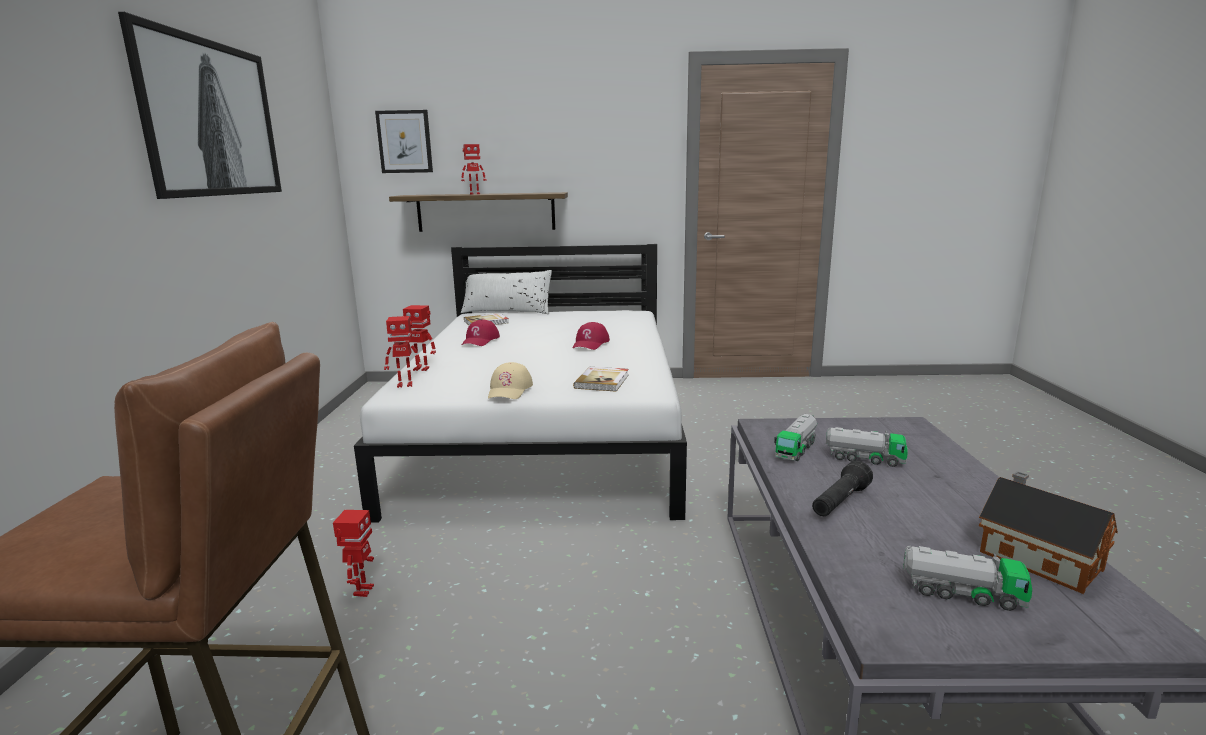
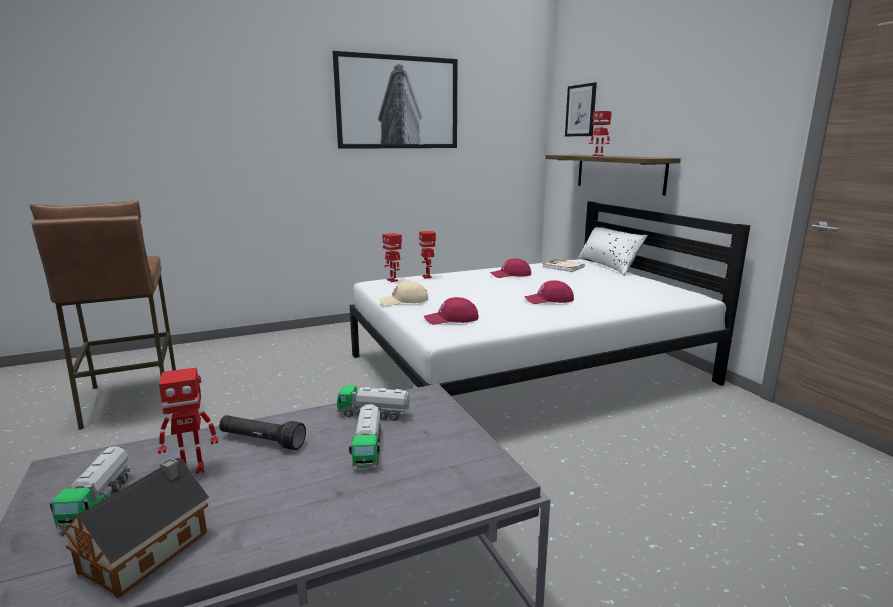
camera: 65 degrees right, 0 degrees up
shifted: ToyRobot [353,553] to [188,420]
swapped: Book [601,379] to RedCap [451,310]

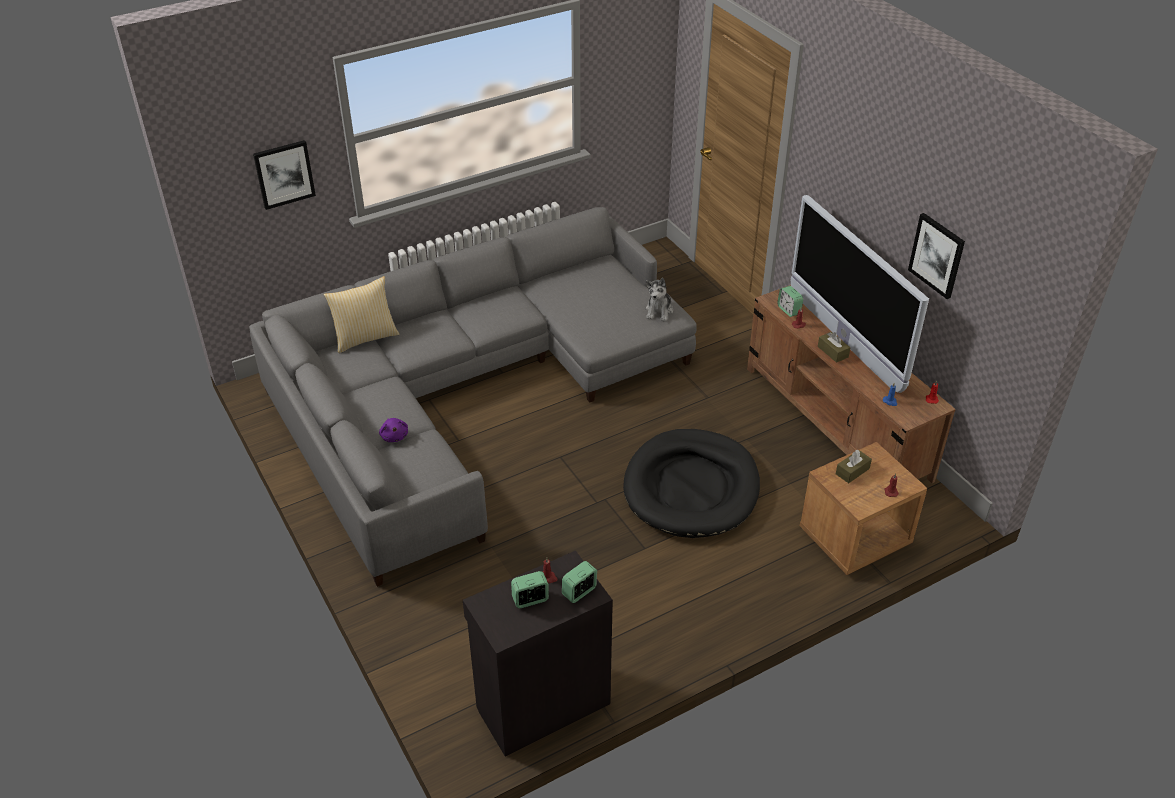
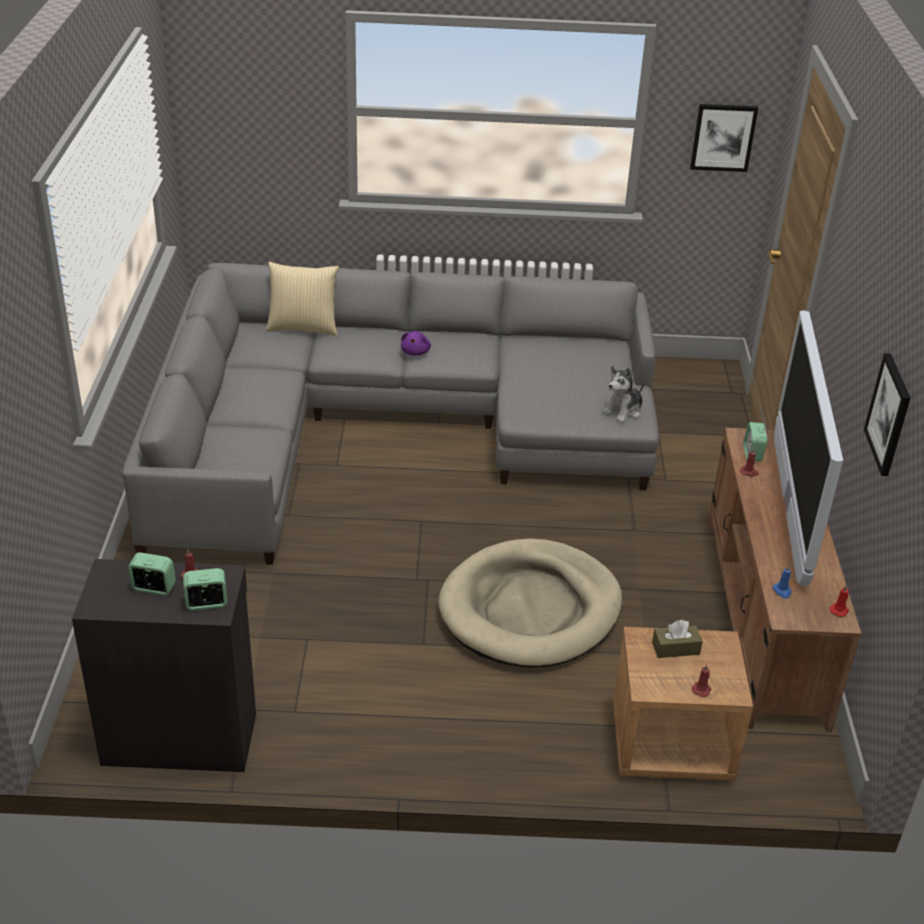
camera: 30 degrees right, 5 degrees down
gone: BrownTissueBox [834,347]
shifted: PurplePlushToy [393,430] to [416,343]; Picture [284,175] to [724,138]
repainted: BlackDogBed [691,483] to BeigeDogBed [530,603]

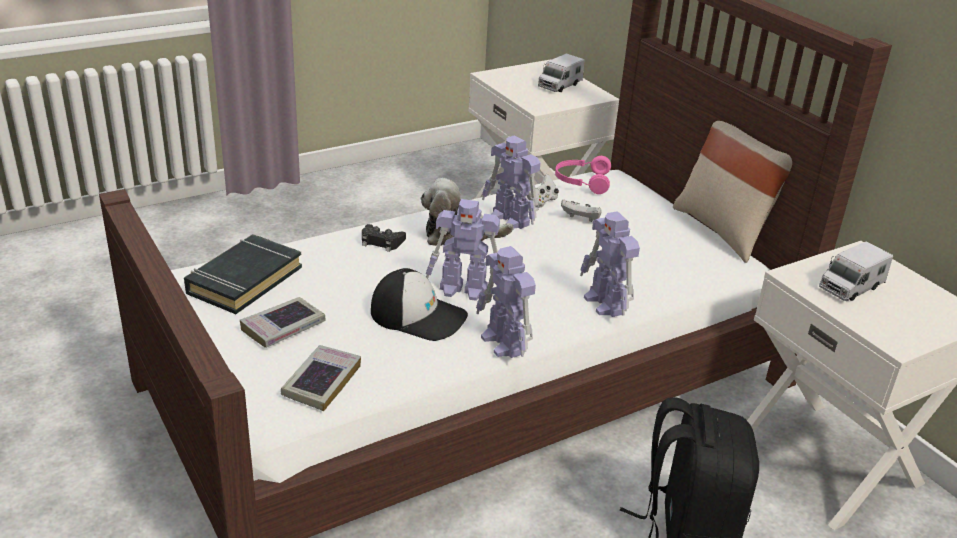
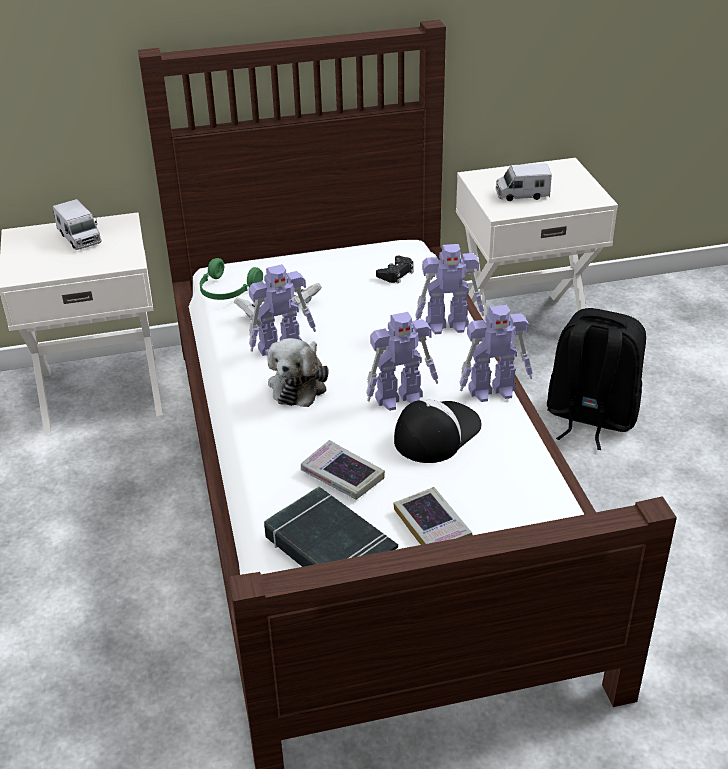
camera: 70 degrees left, 5 degrees up
gone: BeigePillow [732,192]
shifted: Book [321,378] to [343,469]; BlackGameController [384,238] to [395,270]
repainted: PinkHeadphones [583,175] to GreenHeadphones [231,279]
rotated: ToyRobot [463,250] = [402,361] 45 degrees clockwise; ToyTruck [856,271] = [523,182] 105 degrees clockwise

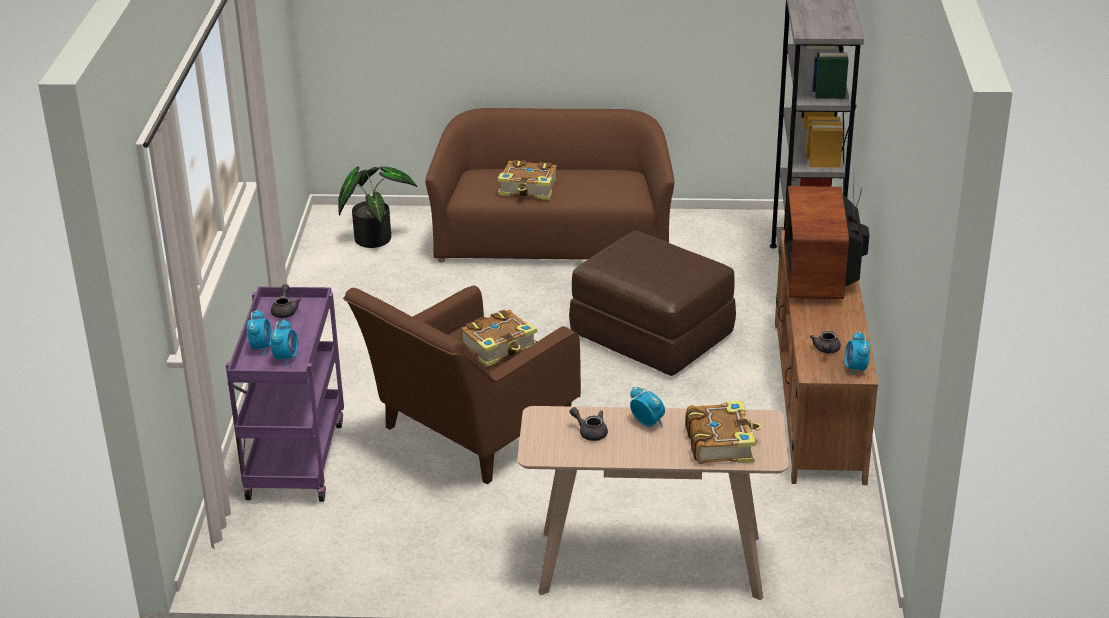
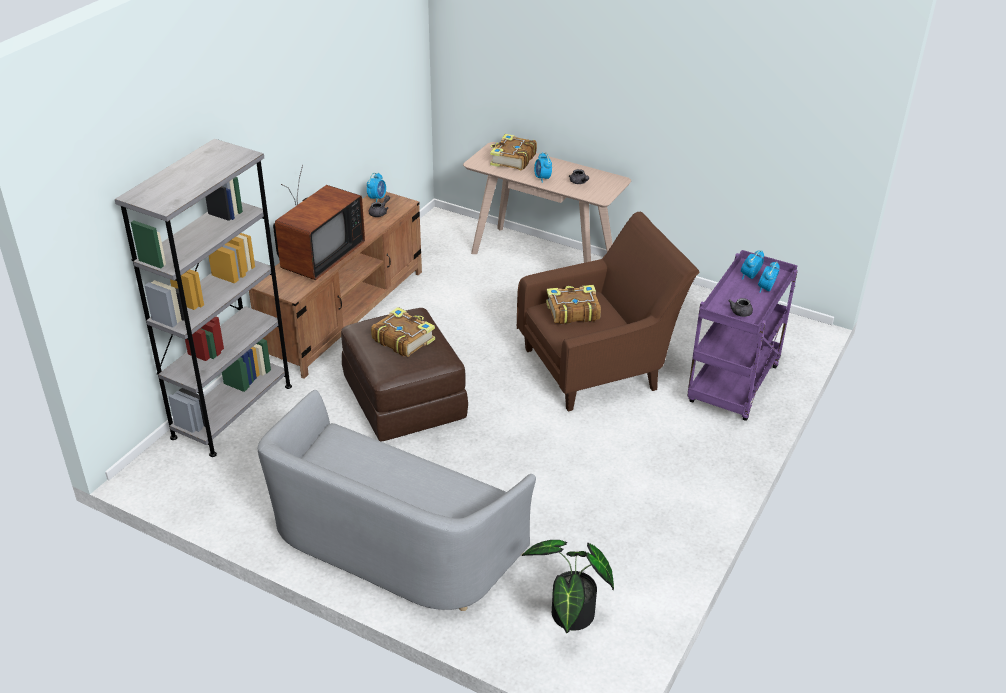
camera: 155 degrees left, 5 degrees up
shifted: Book [527,180] to [403,332]
repainted: BrownSofa [549,185] to GreySofa [397,500]

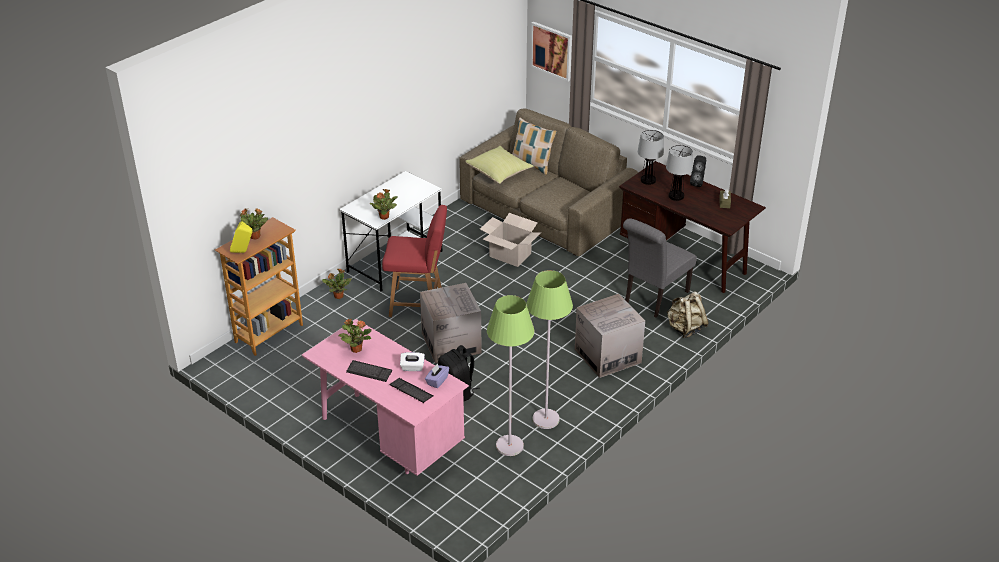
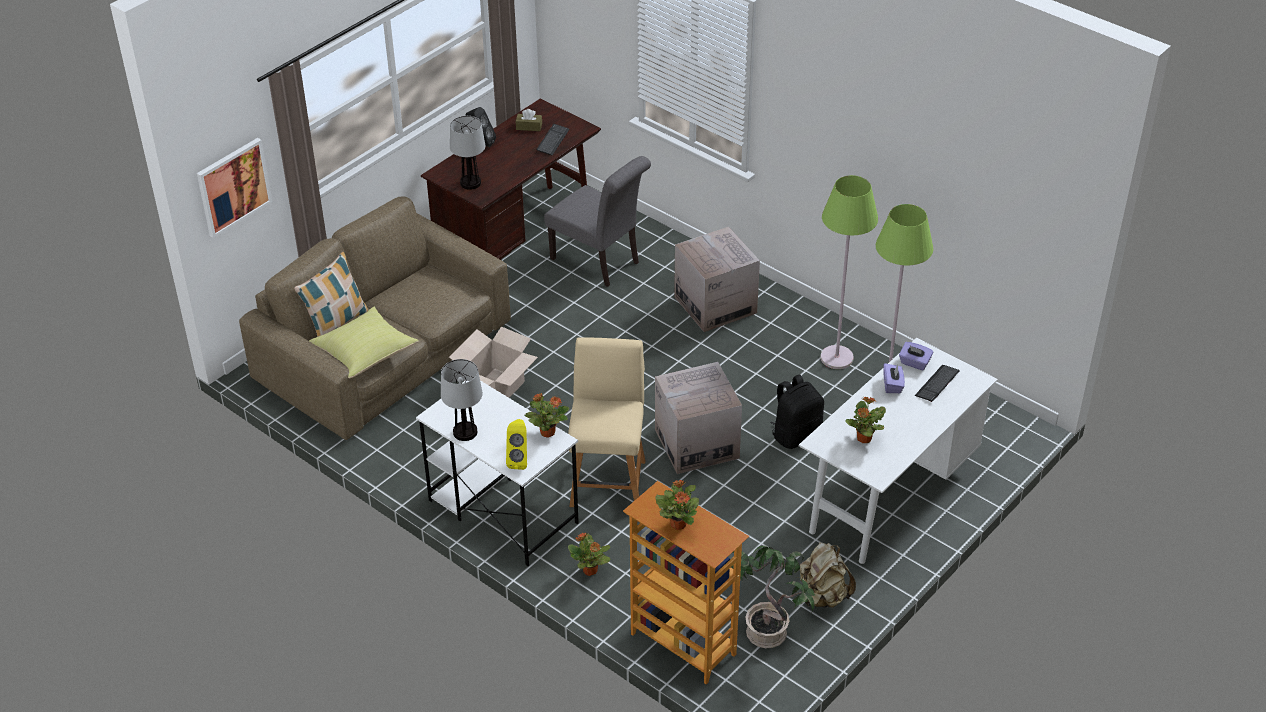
camera: 90 degrees left, 5 degrees up
new: PottedPlant [773,597]
shifted: TableLamp [679,173] to [462,400]; YellowSpeaker [241,237] to [516,444]; Keyboard [369,371] to [552,140]; BeigeBackpack [687,314] to [828,575]
repainted: RedChair [414,261] to BeigeChair [606,422]; PinkDesk [385,397] to WhiteDesk [898,451]; WhiteTissueBox [412,361] to PurpleTissueBox [894,378]

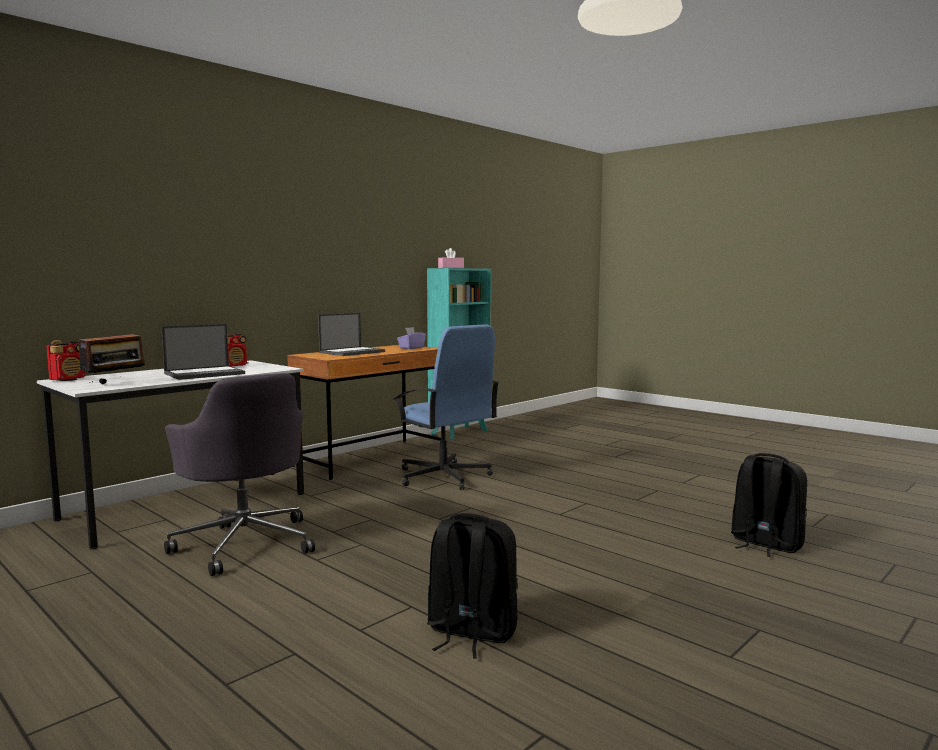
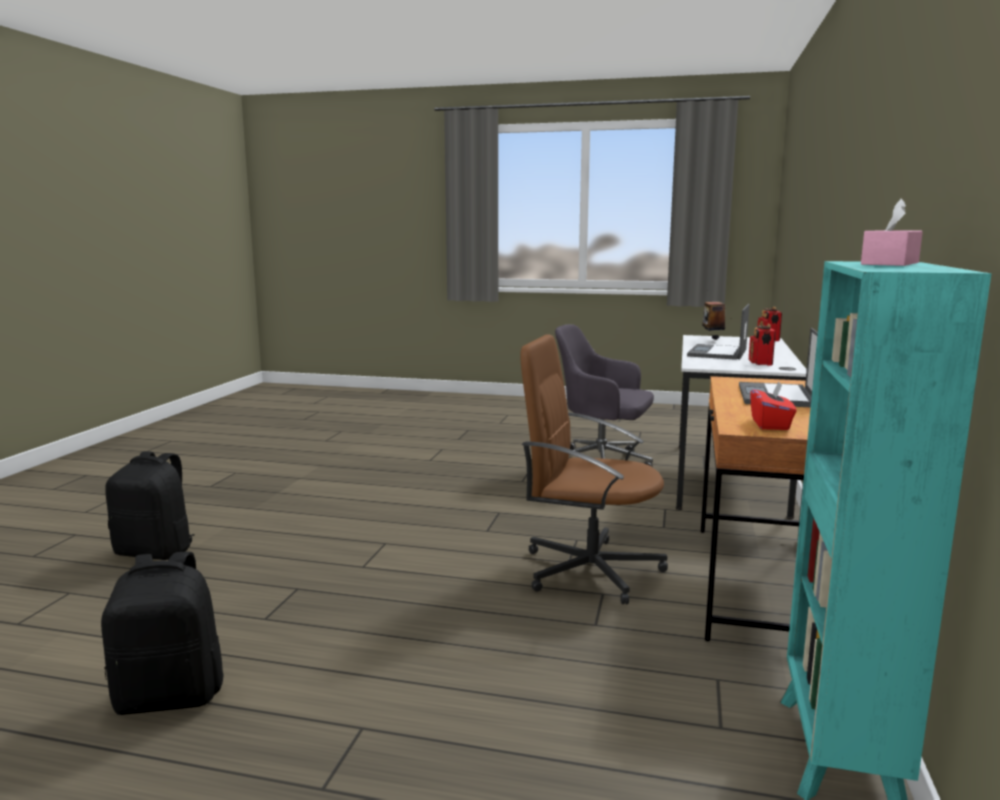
camera: 150 degrees right, 5 degrees up
shifted: BlackBackpack [472,586] to [162,633]
repainted: BlueOfficeChair [446,407] to BrownOfficeChair [594,469]; PurpleTissueBox [411,338] to RedTissueBox [773,405]

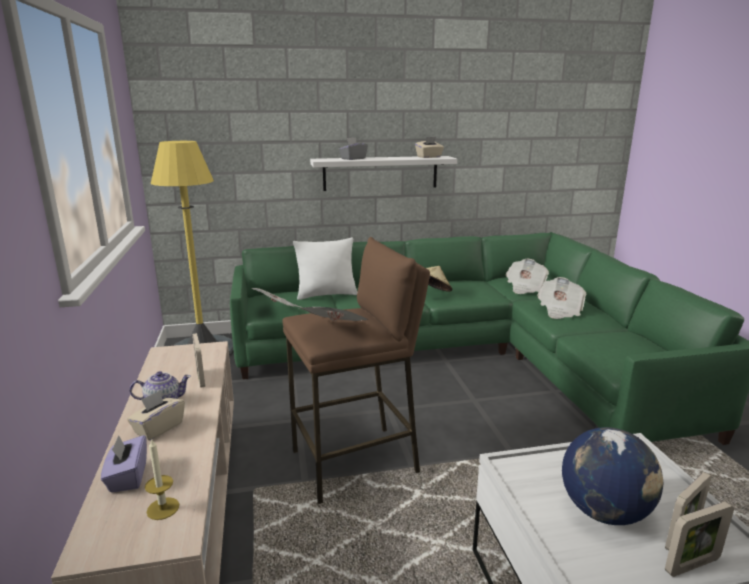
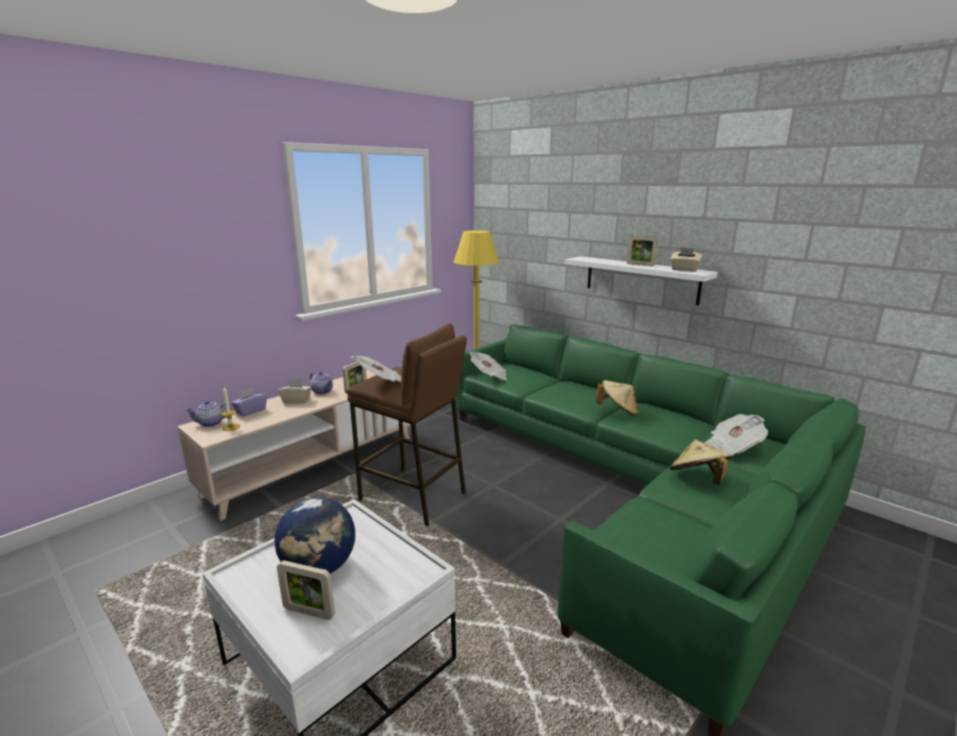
camera: 55 degrees right, 0 degrees up
gone: WhitePillow [325,268]; GreyTissueBox [353,148]
new: Teapot [208,414]
shifted: PictureFrame [699,539] to [642,251]
swapped: Newspaper [561,298] to BeigeHat [701,462]

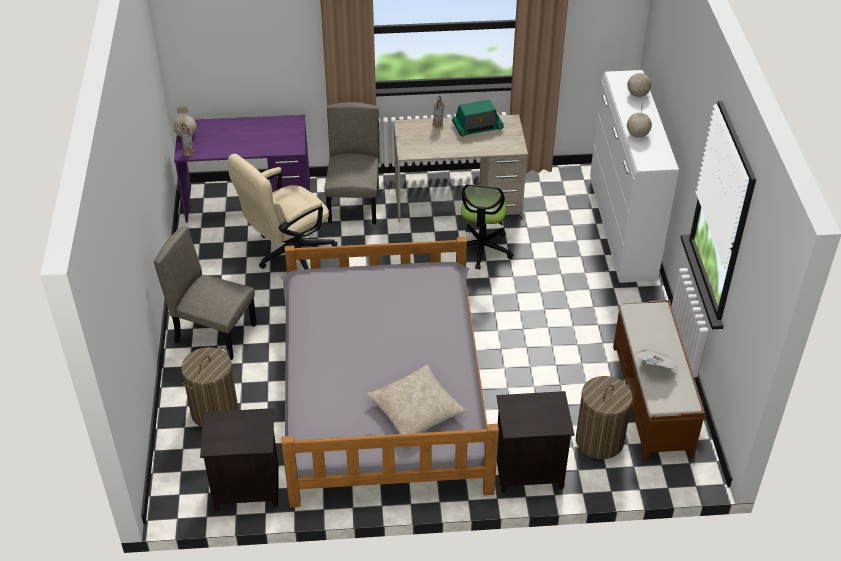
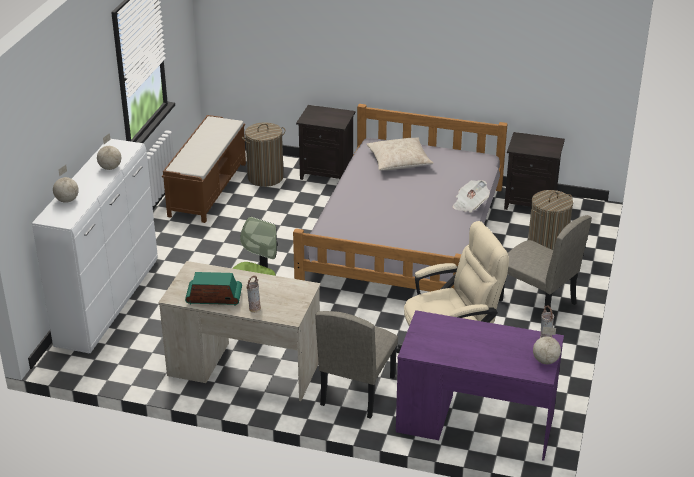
camera: 160 degrees left, 10 degrees down
shifted: Newspaper [656,358] to [471,196]

